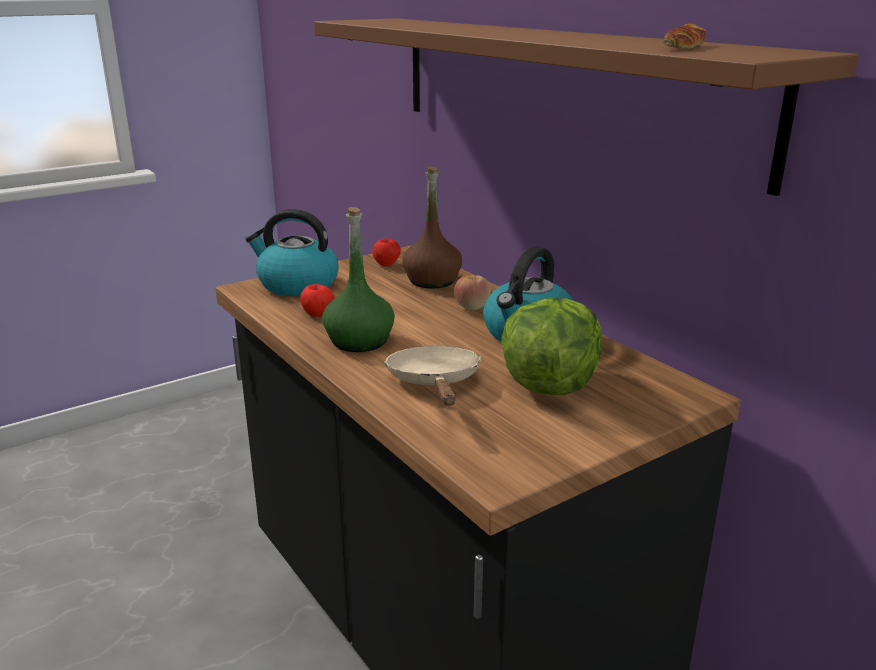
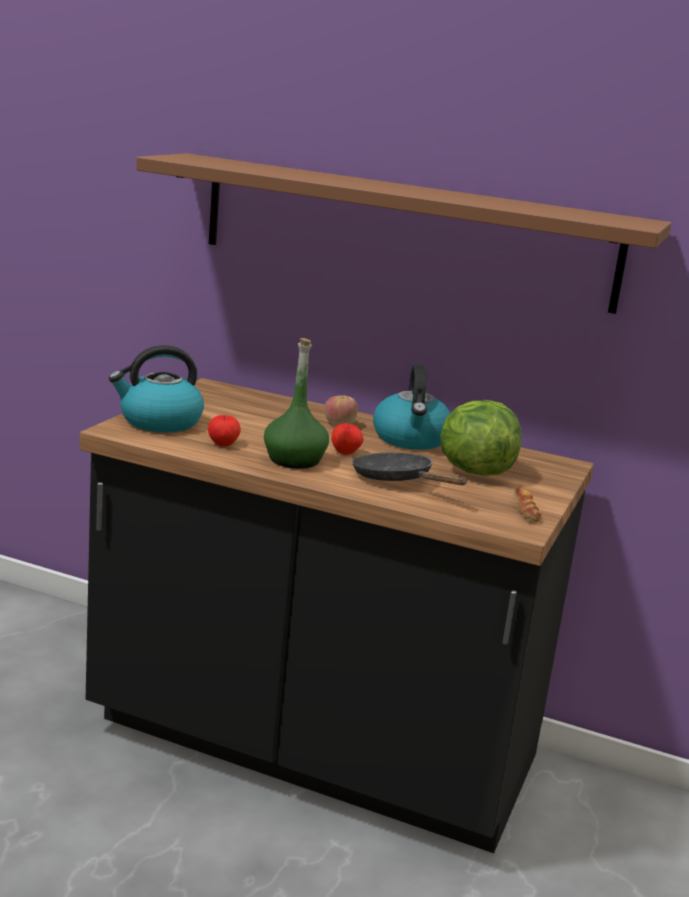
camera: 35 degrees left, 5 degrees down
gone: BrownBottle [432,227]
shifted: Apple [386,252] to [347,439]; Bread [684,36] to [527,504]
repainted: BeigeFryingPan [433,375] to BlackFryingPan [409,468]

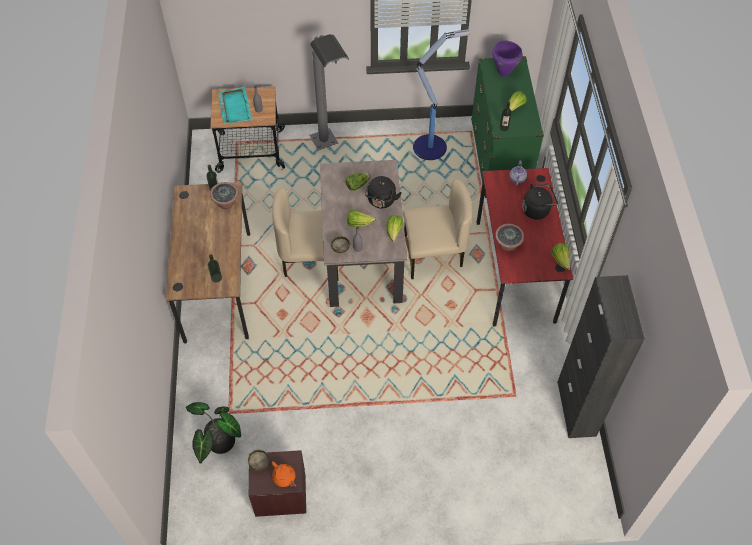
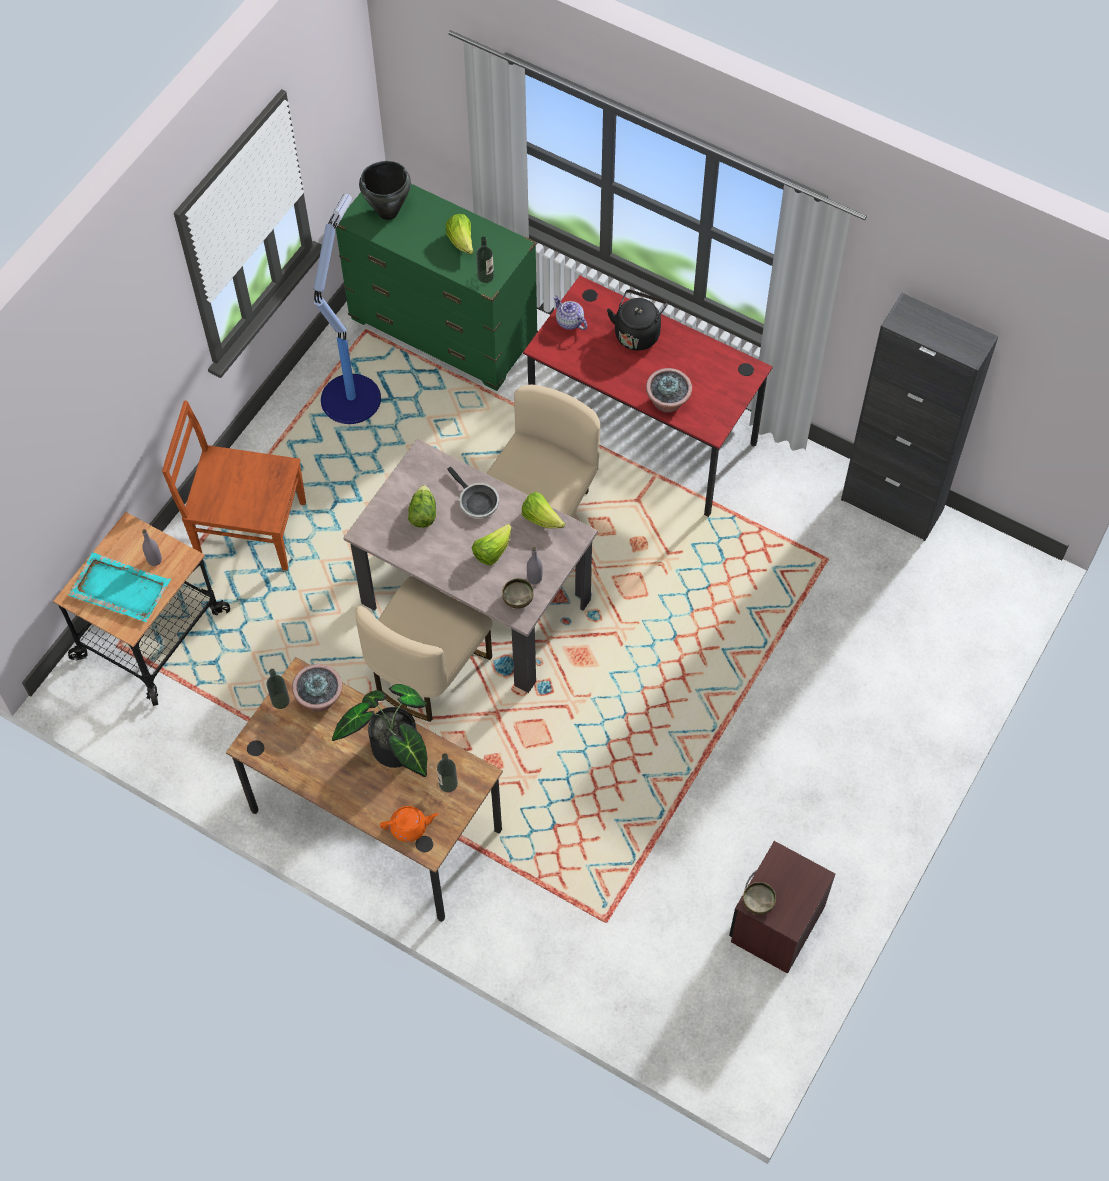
camera: 55 degrees left, 5 degrees up
gone: Lettuce [561,256]
shifted: PottedPlant [213,433] to [379,730]; OrangeTeapot [283,474] to [409,824]
swapped: GreyFloorLamp [329,92] to BrownChair [234,486]; BlackKettle [383,192] to FryingPan [473,492]
repainted: PurpleCookingPot [507,59] to BlackCookingPot [385,190]

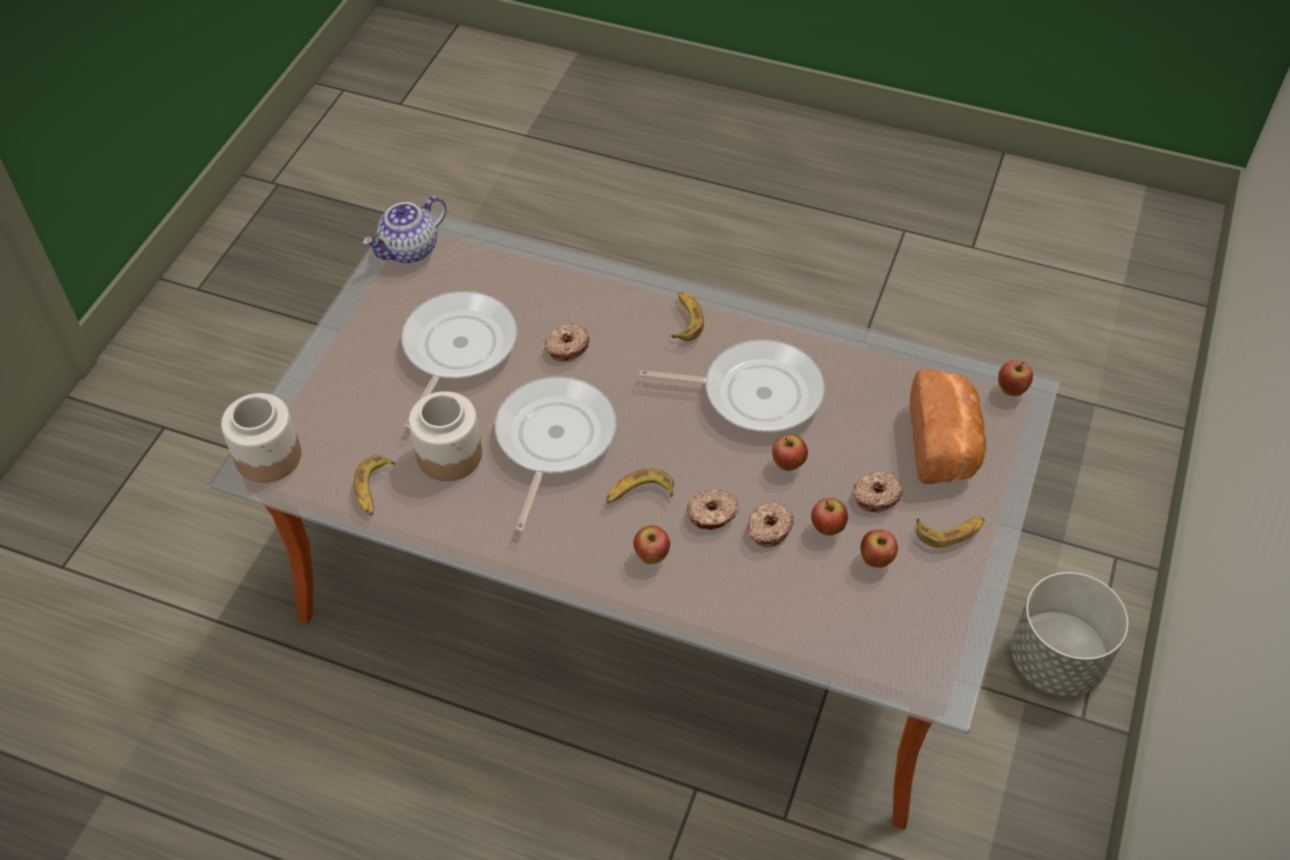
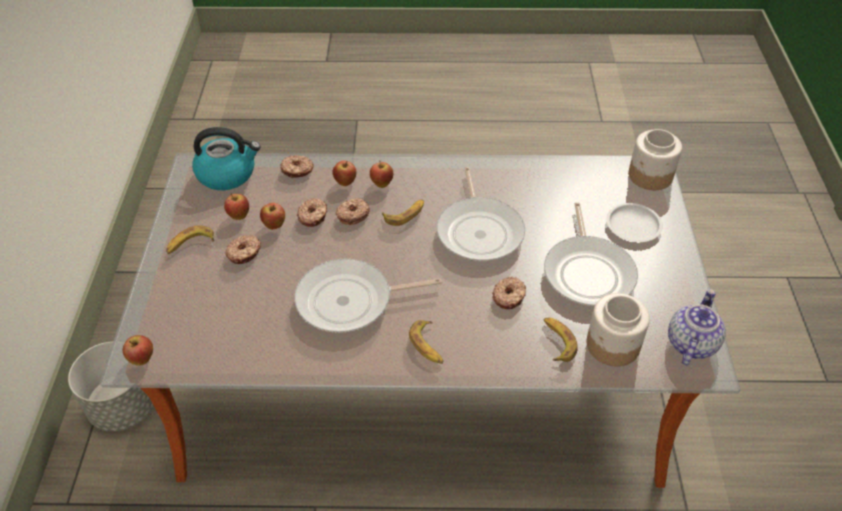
camera: 160 degrees right, 5 degrees down
gone: Bread [948,426]
new: Kettle [226,158]; Donut [297,166]; WhitePlate [634,222]
shifted: Apple [790,452] to [344,173]; Banana [375,485] to [560,340]; Jar [445,436] to [618,330]

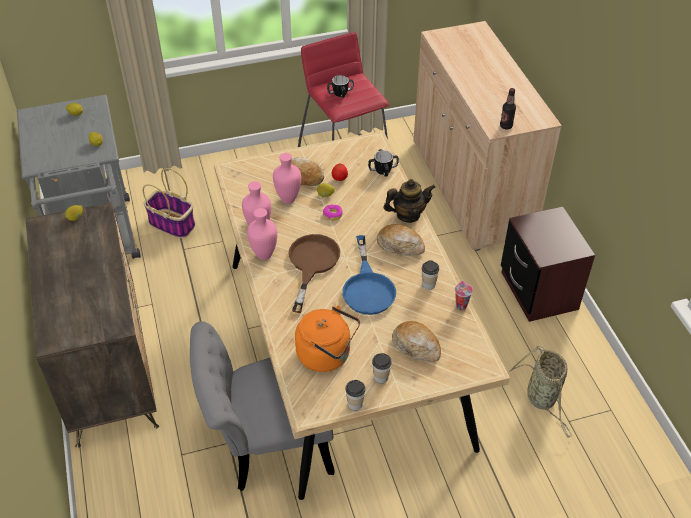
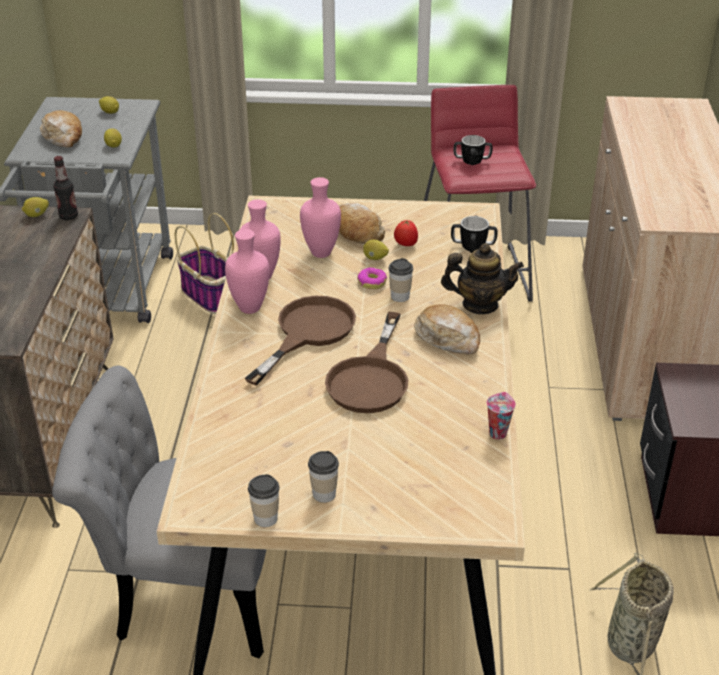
camera: 20 degrees right, 10 degrees down
gone: OrangeKettle [327,338]
shifted: Bread [416,341] to [61,129]; Bottle [508,108] to [65,188]; Cup [430,274] to [401,280]
repainted: BlueFryingPan [369,275] to BrownFryingPan [366,362]

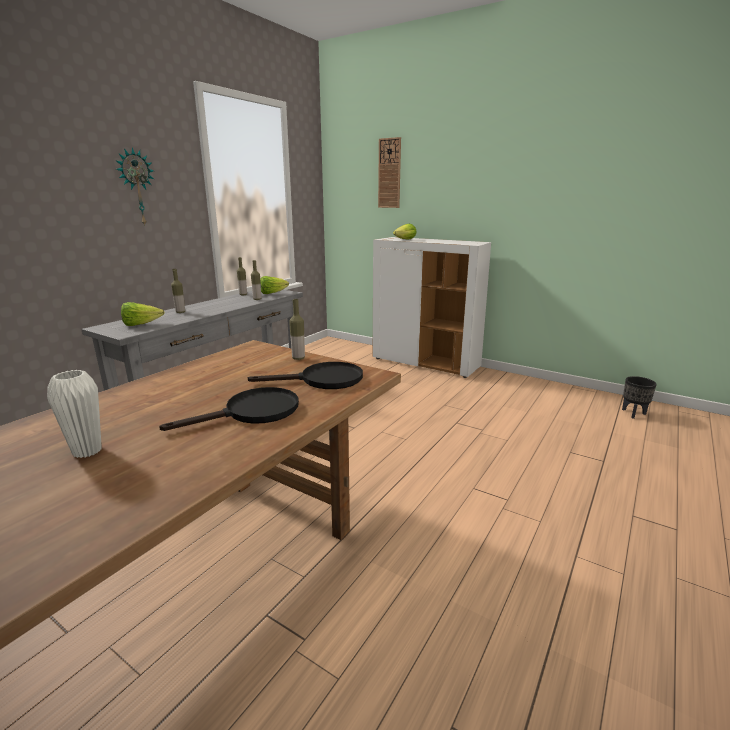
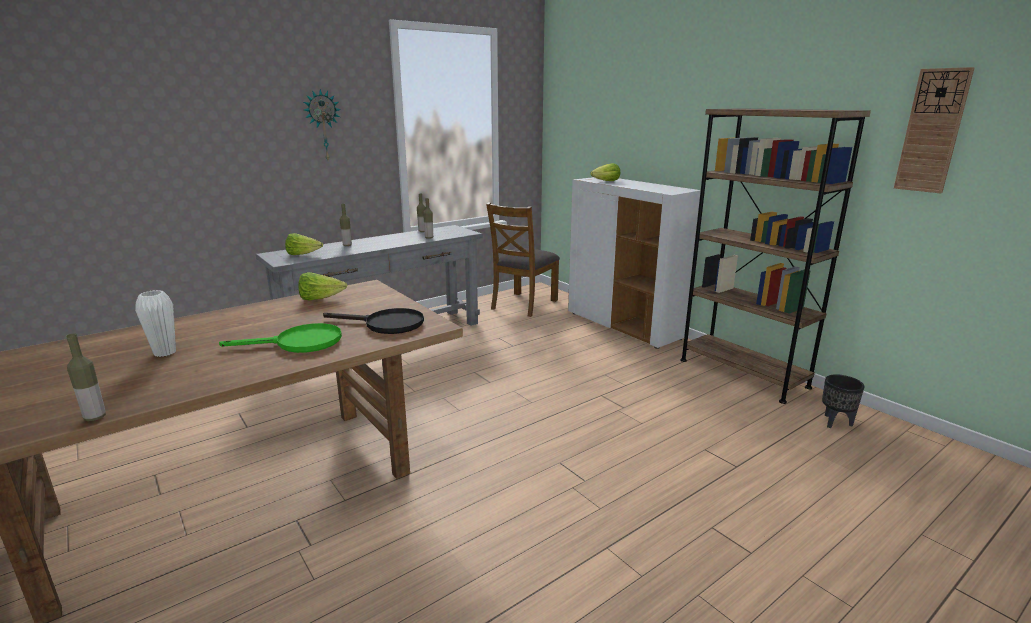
camera: 20 degrees right, 0 degrees up
new: BrownChair [523,259]; BrownBookcase [775,256]
shifted: Bottle [297,329] to [86,377]; Lettuce [274,285] to [322,286]; WallClock [389,172] to [934,130]
repainted: BlackFryingPan [229,409] to GreenFryingPan [280,338]

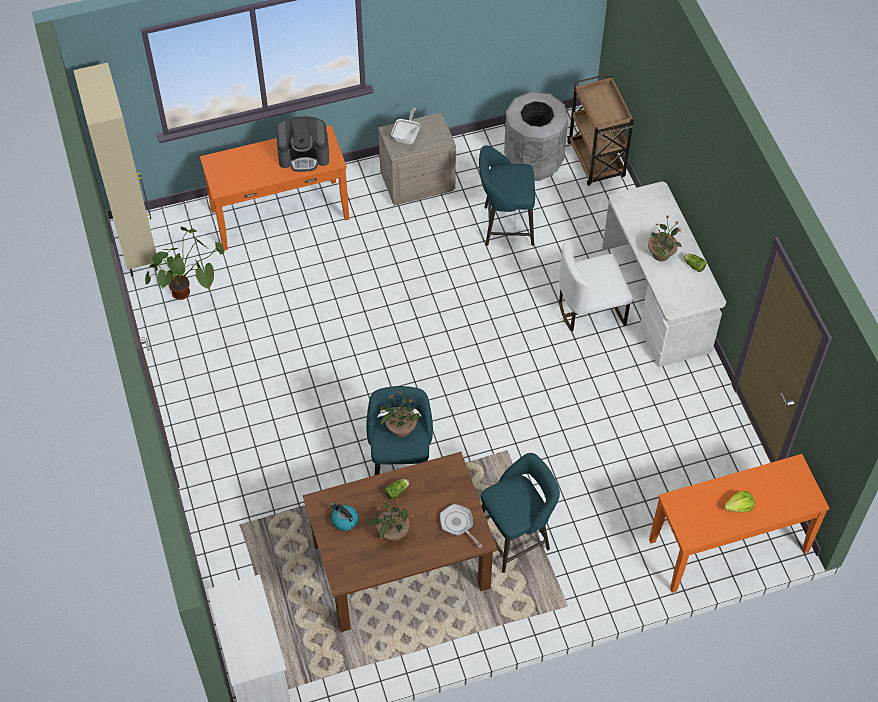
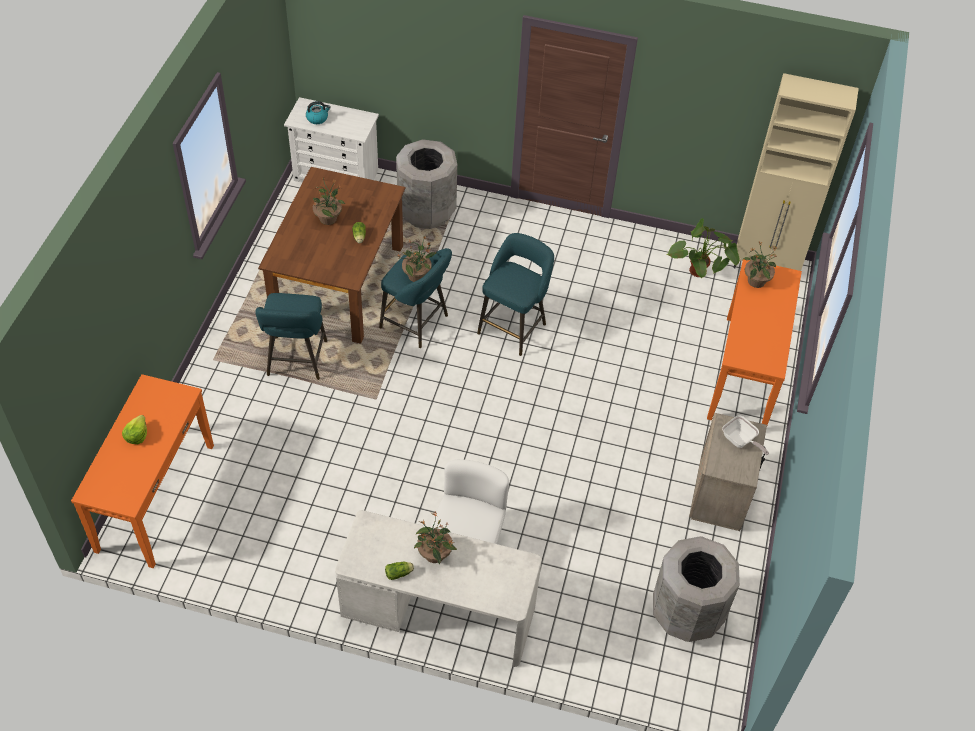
camera: 120 degrees right, 5 degrees down
gone: CoffeeMachine [302,144]; FryingPan [461,526]; BrownCart [600,130]
new: GreyTrashCan [426,184]; PottedPlant [759,265]
shifted: Kettle [344,516] to [318,112]; TurquoiseStool [507,195] to [515,294]

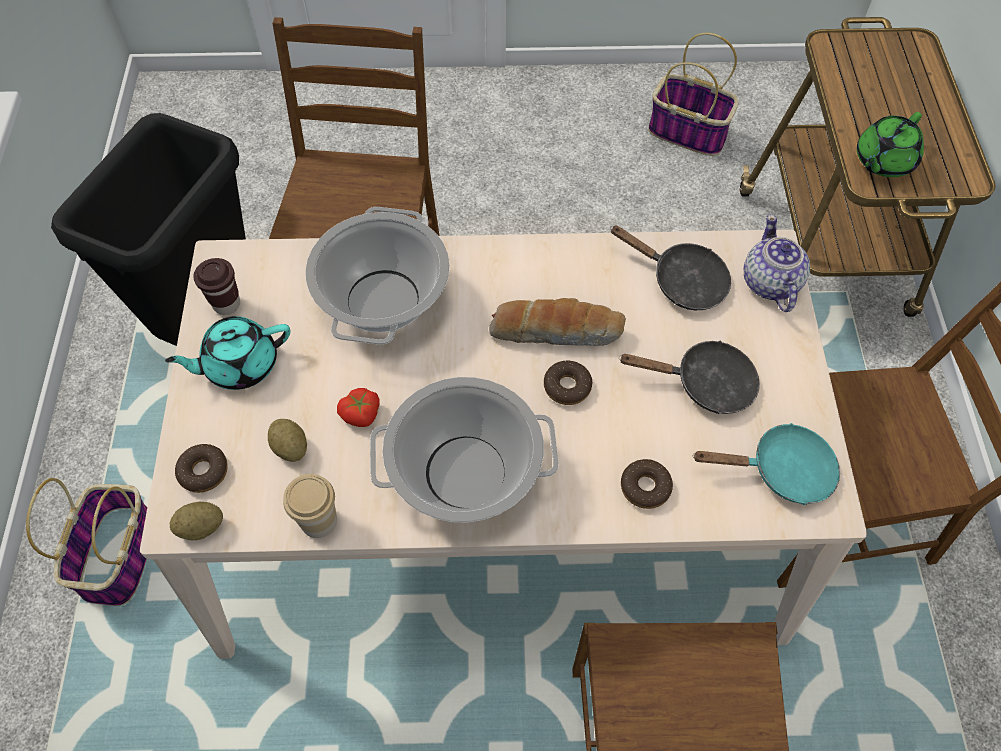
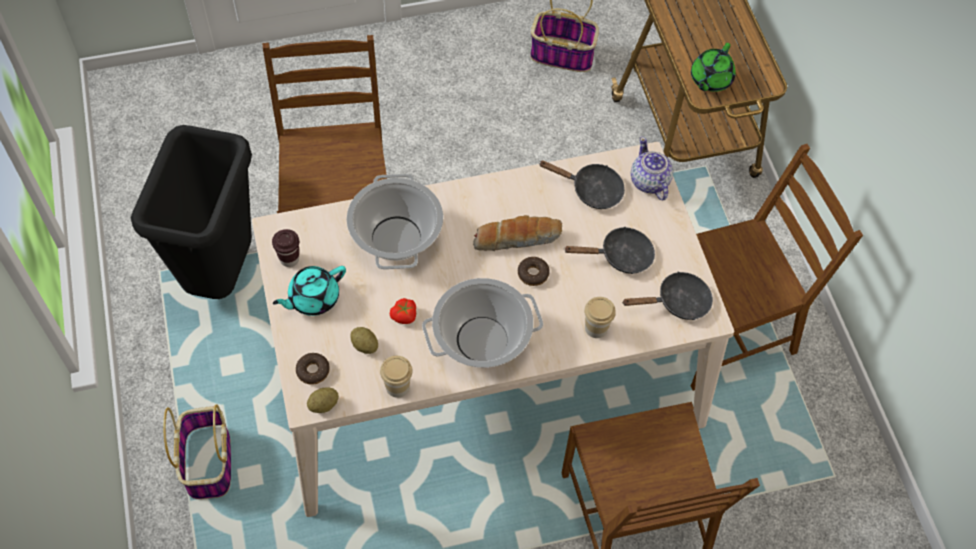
camera: 15 degrees left, 0 degrees up
swapped: Donut [647,484] to Cup [600,317]
repainted: TurquoiseFryingPan [766,464] to BlackFryingPan [667,295]

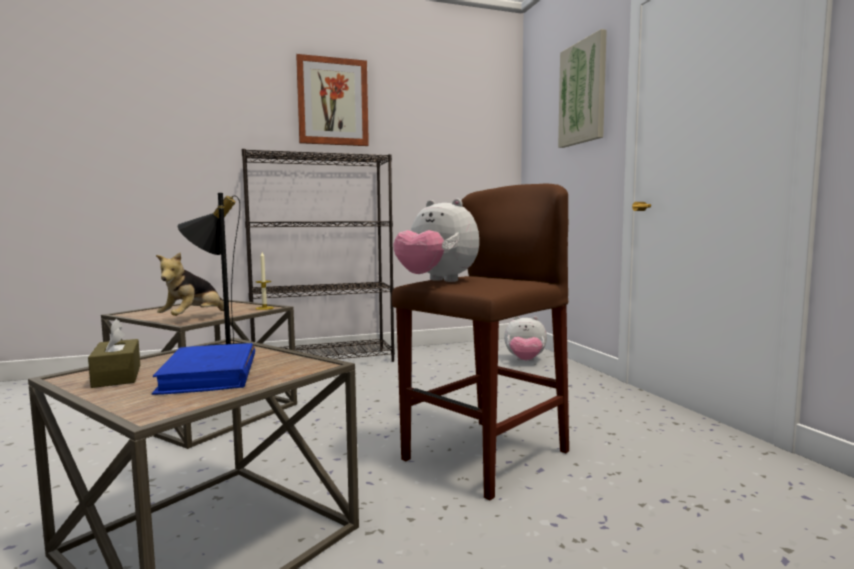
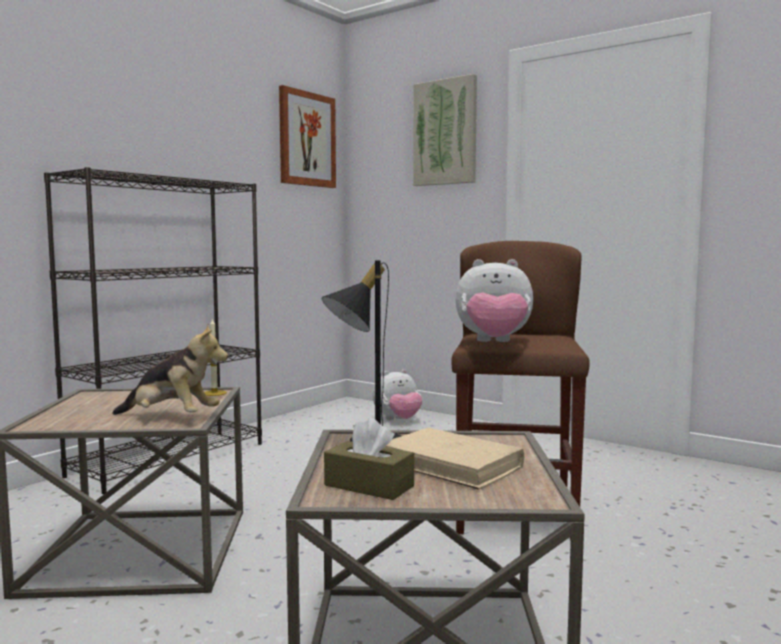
camera: 35 degrees left, 0 degrees up
shifted: Picture [332,100] to [307,136]
repainted: BlueBook [203,369] to BeigeBook [454,459]
rotated: PlushToy [190,284] = [170,369] 60 degrees counterclockwise

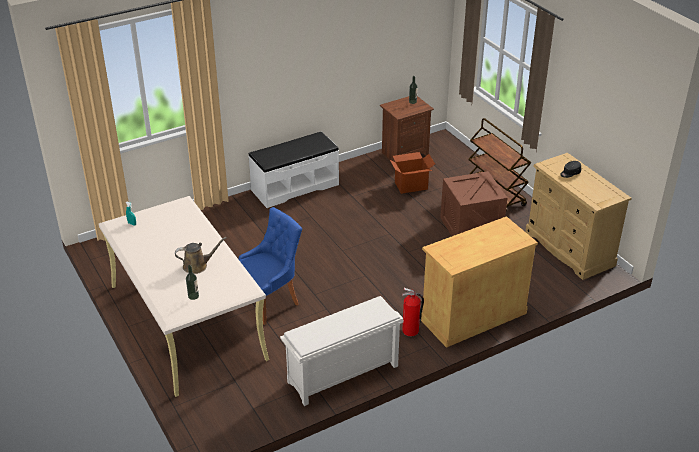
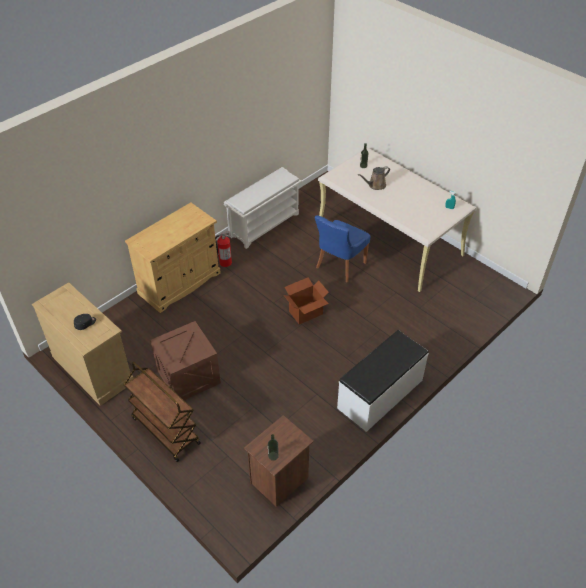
camera: 165 degrees right, 10 degrees up
shifted: CardboardBox [412,173] to [306,301]

